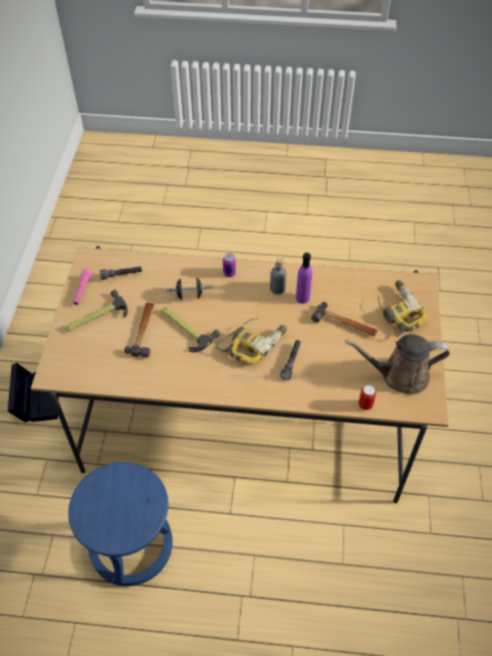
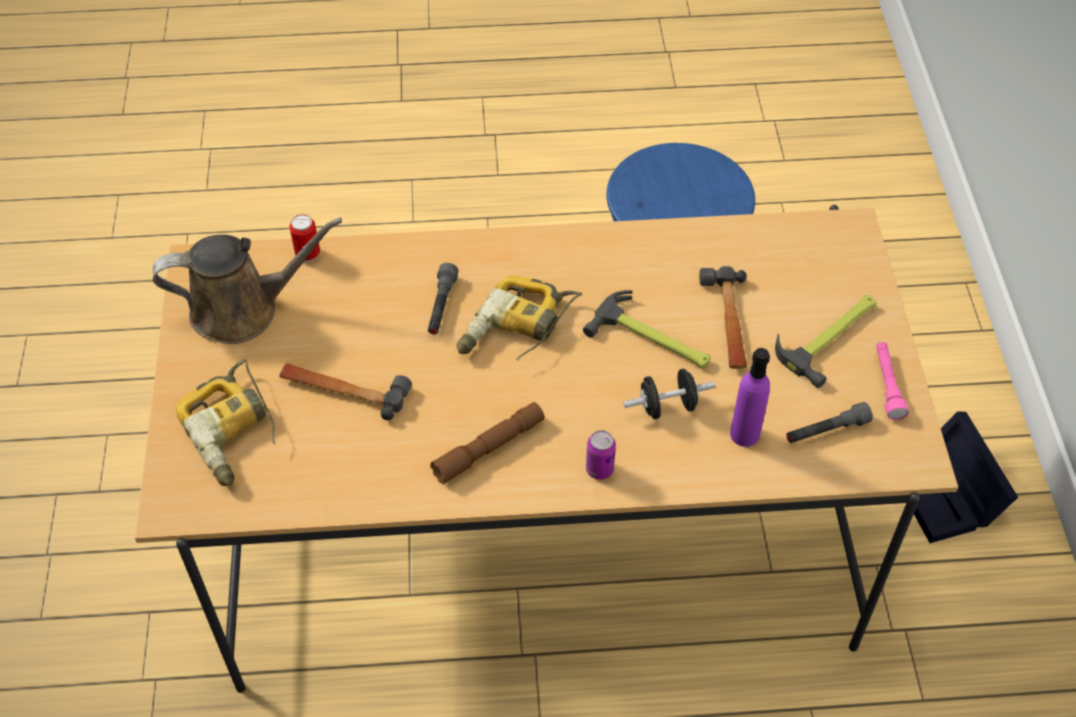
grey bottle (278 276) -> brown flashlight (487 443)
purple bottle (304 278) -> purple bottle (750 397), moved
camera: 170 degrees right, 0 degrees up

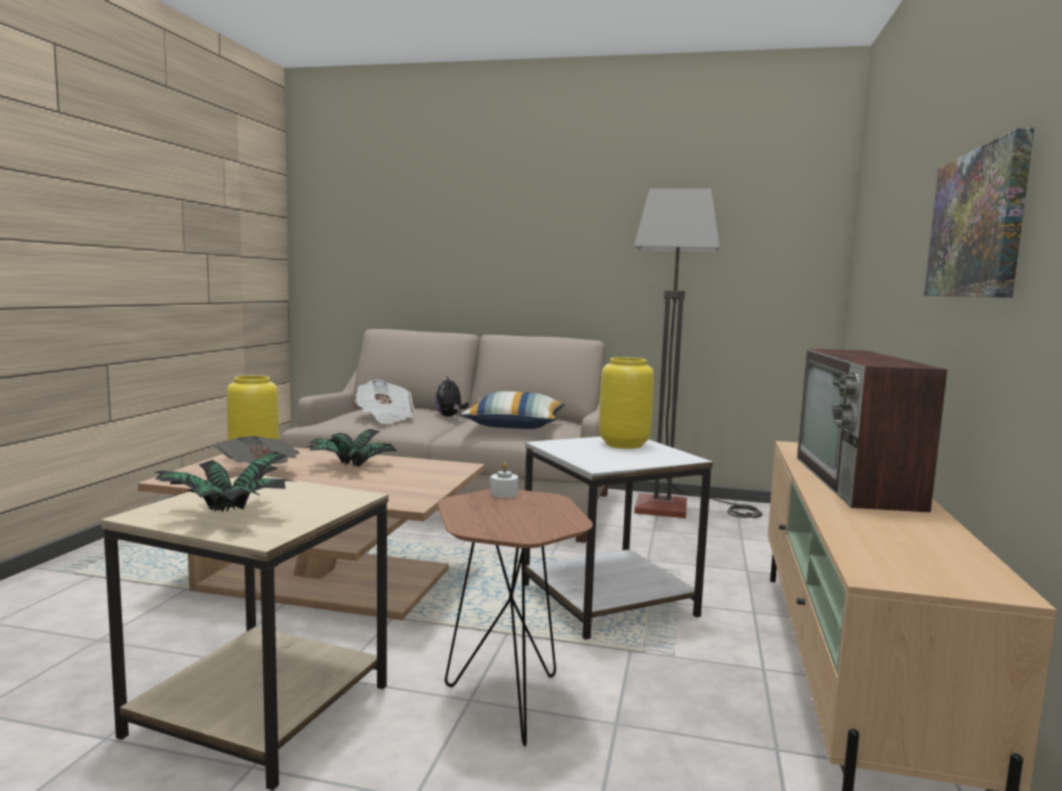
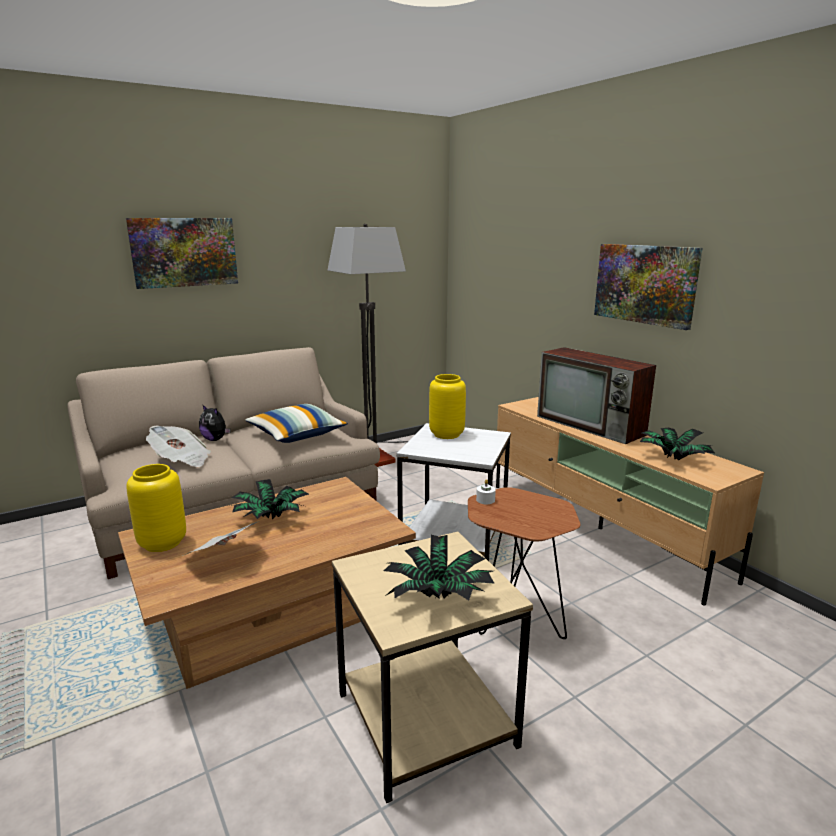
none -> picture (182 253)
none -> potted plant (677 444)
camera: 45 degrees left, 10 degrees up

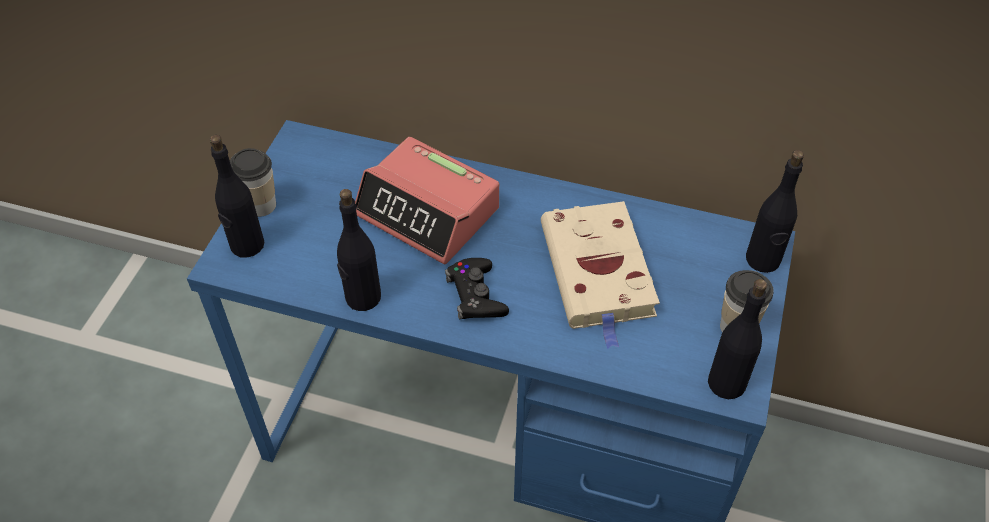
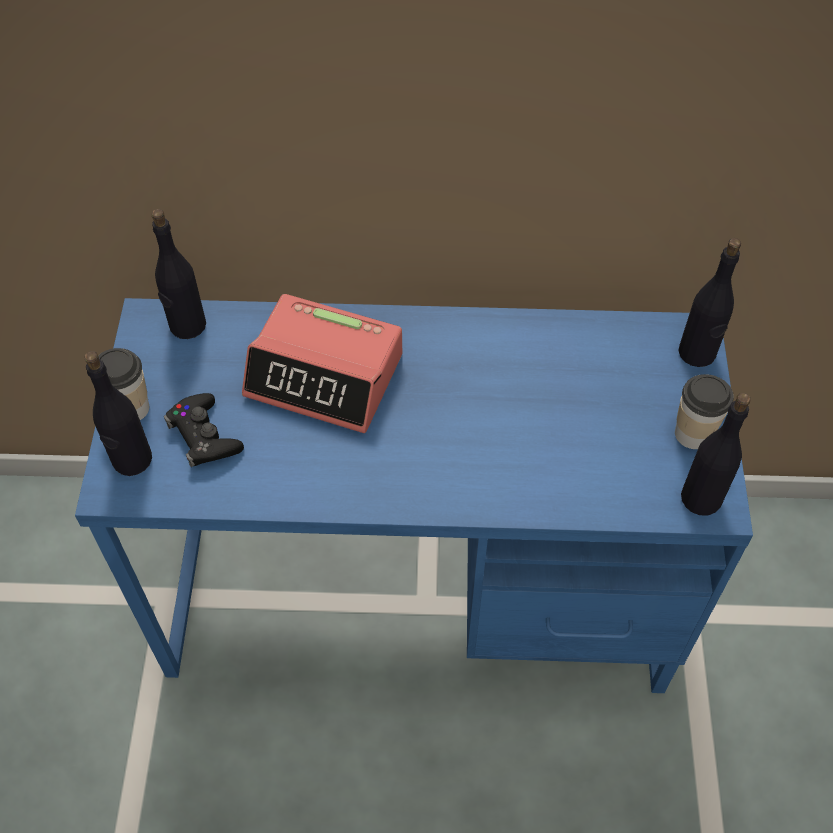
black bottle (359 250) -> black bottle (179 274), moved
black game controller (477 289) -> black game controller (204 430), moved
beige book (600 275) -> none
camera: 15 degrees left, 5 degrees up

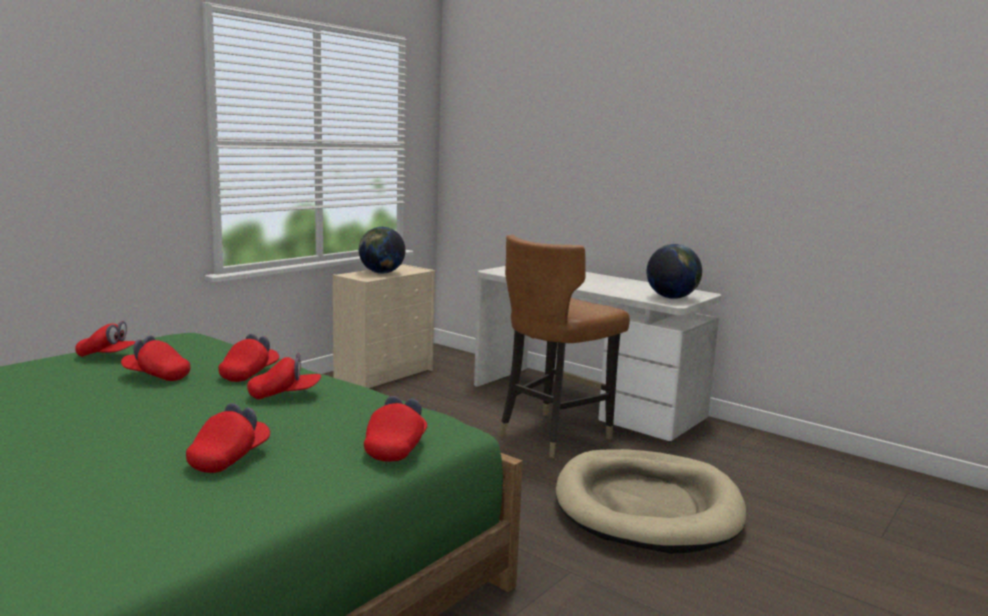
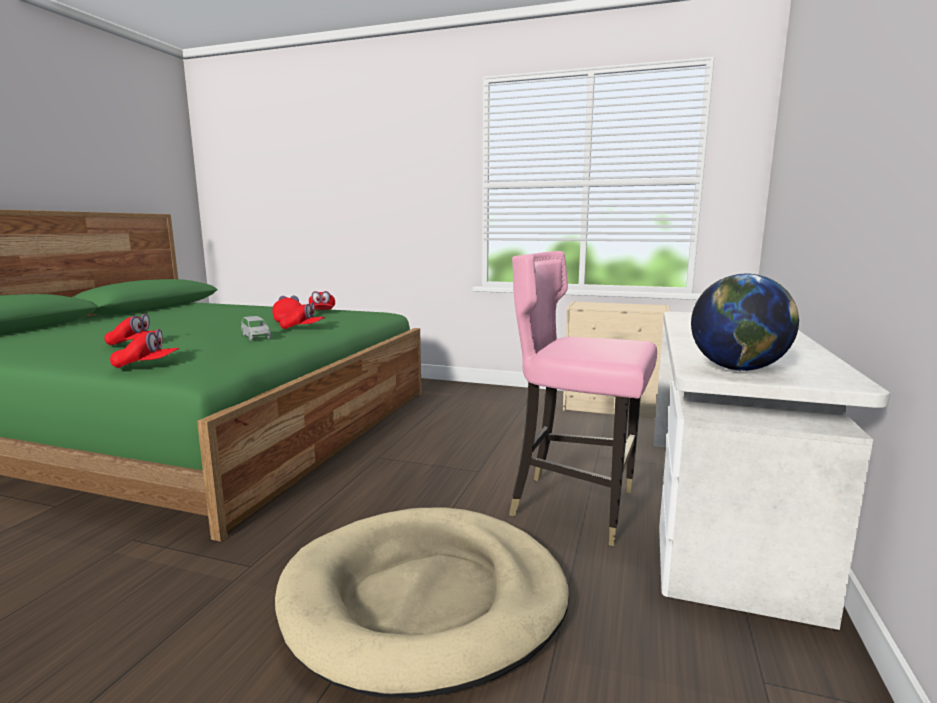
red cap (284 376) -> grey toy car (256 328)
globe (382 250) -> none
brown chair (564 346) -> pink chair (583 398)
camera: 70 degrees right, 0 degrees up

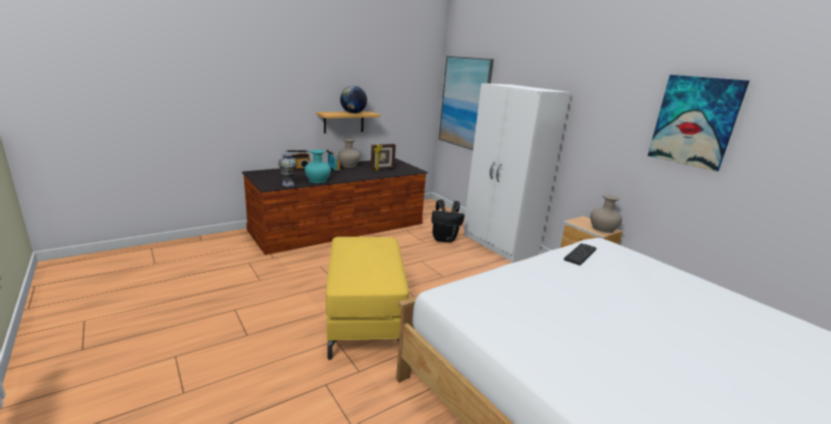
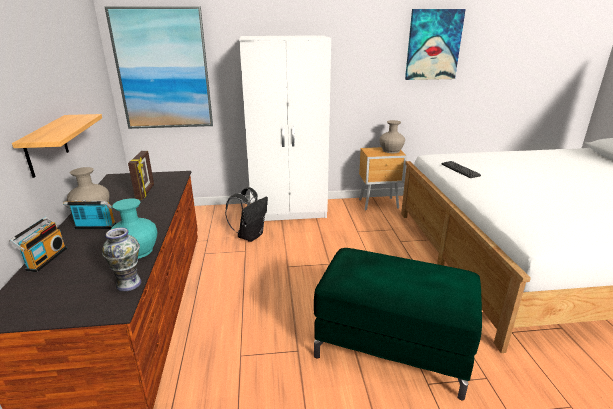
yellow ottoman (367 298) -> green ottoman (398 324)
globe (353 99) -> none
camera: 60 degrees left, 5 degrees up

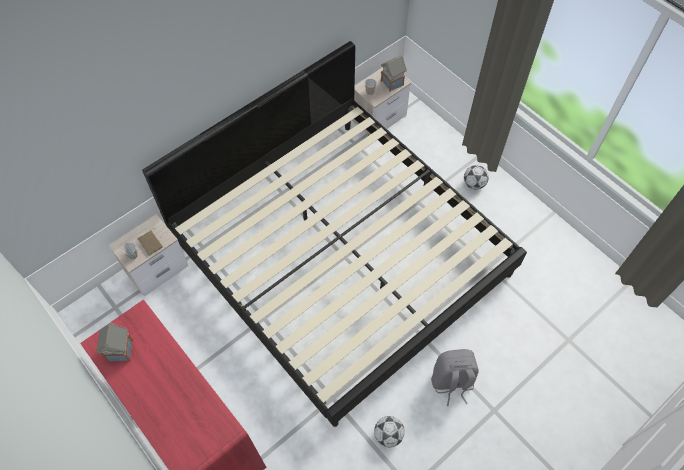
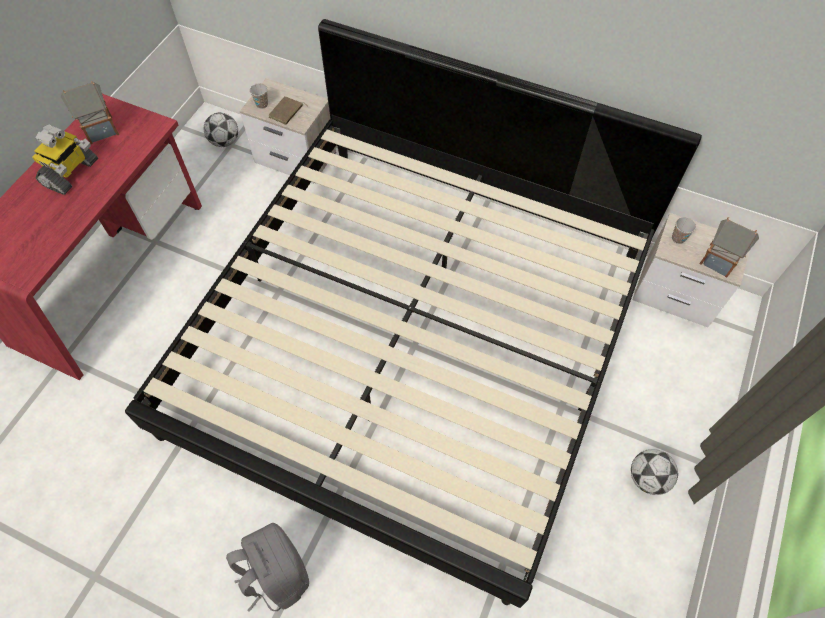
football (389 431) -> football (221 130), moved
none -> toy robot (65 160)
camera: 65 degrees right, 0 degrees up

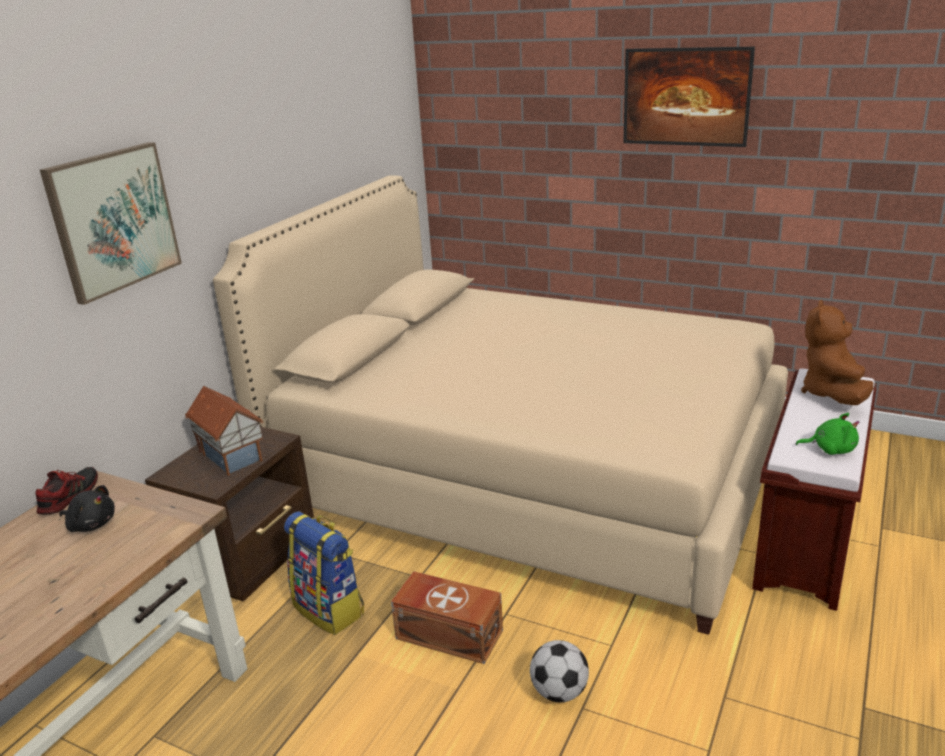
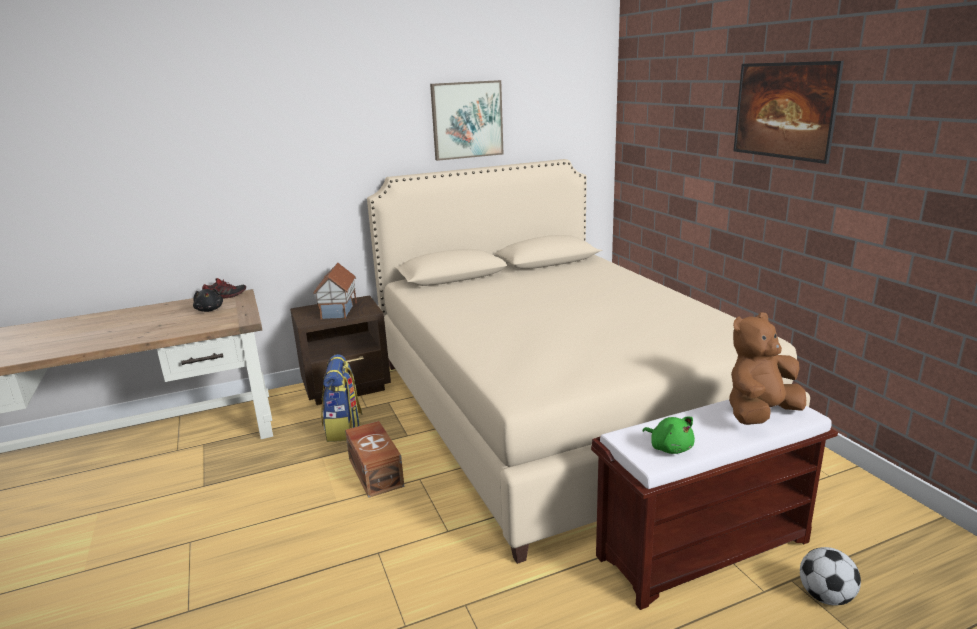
picture (111 223) -> picture (467 120), moved
football (559 671) -> football (830 576), moved
camera: 40 degrees right, 5 degrees down

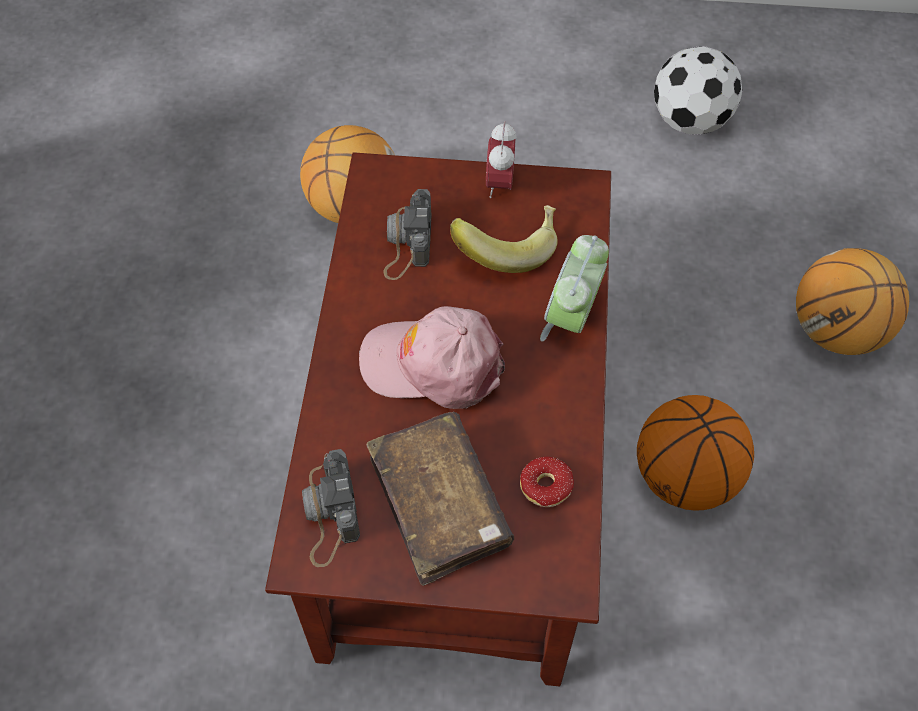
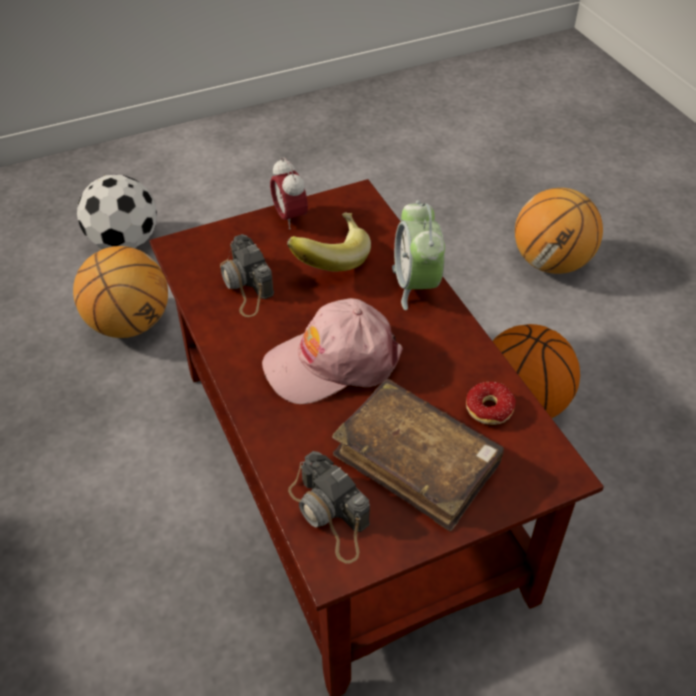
football (698 90) -> football (117 212), moved
camera: 30 degrees left, 10 degrees down

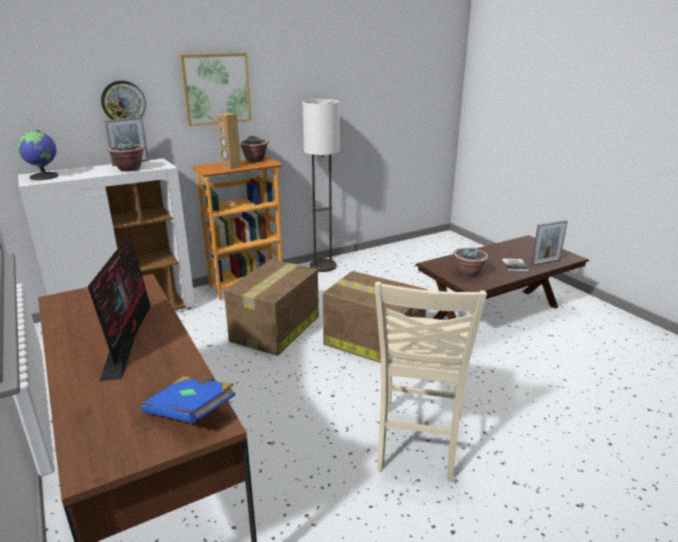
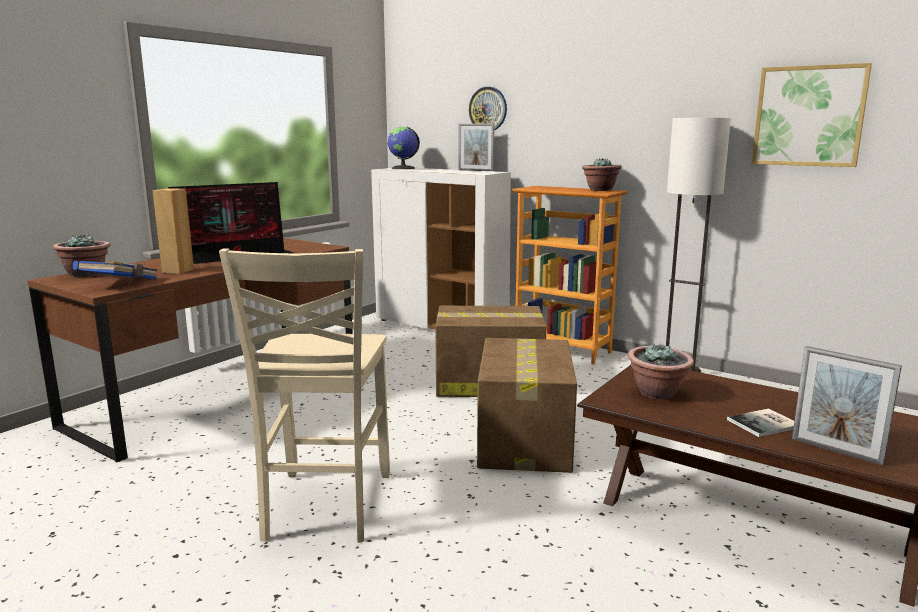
potted plant (126 156) -> potted plant (81 255), moved
picture (215 89) -> picture (812 115), moved
brown speaker (229 141) -> brown speaker (173 231), moved
beige chair (431 381) -> beige chair (304 395), 75 degrees counterclockwise
camera: 65 degrees right, 10 degrees down

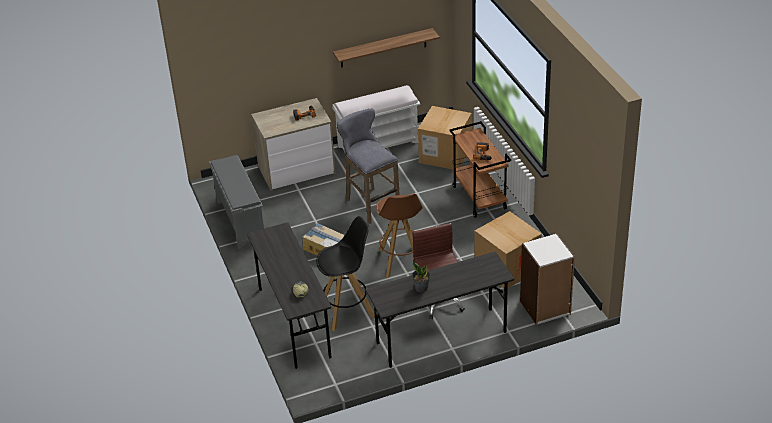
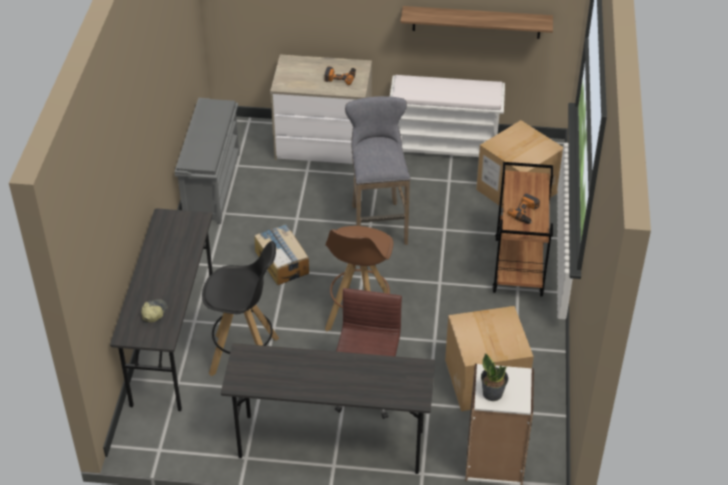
potted plant (421 276) -> potted plant (494 377), moved
camera: 25 degrees right, 5 degrees up

